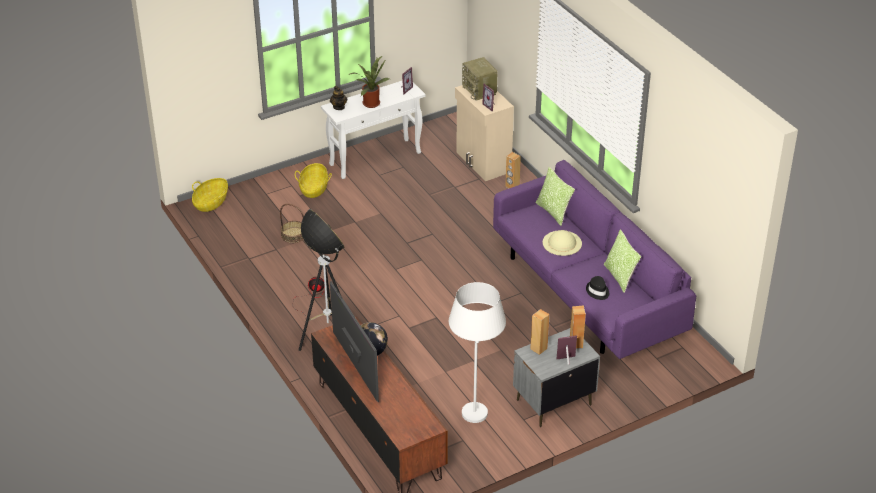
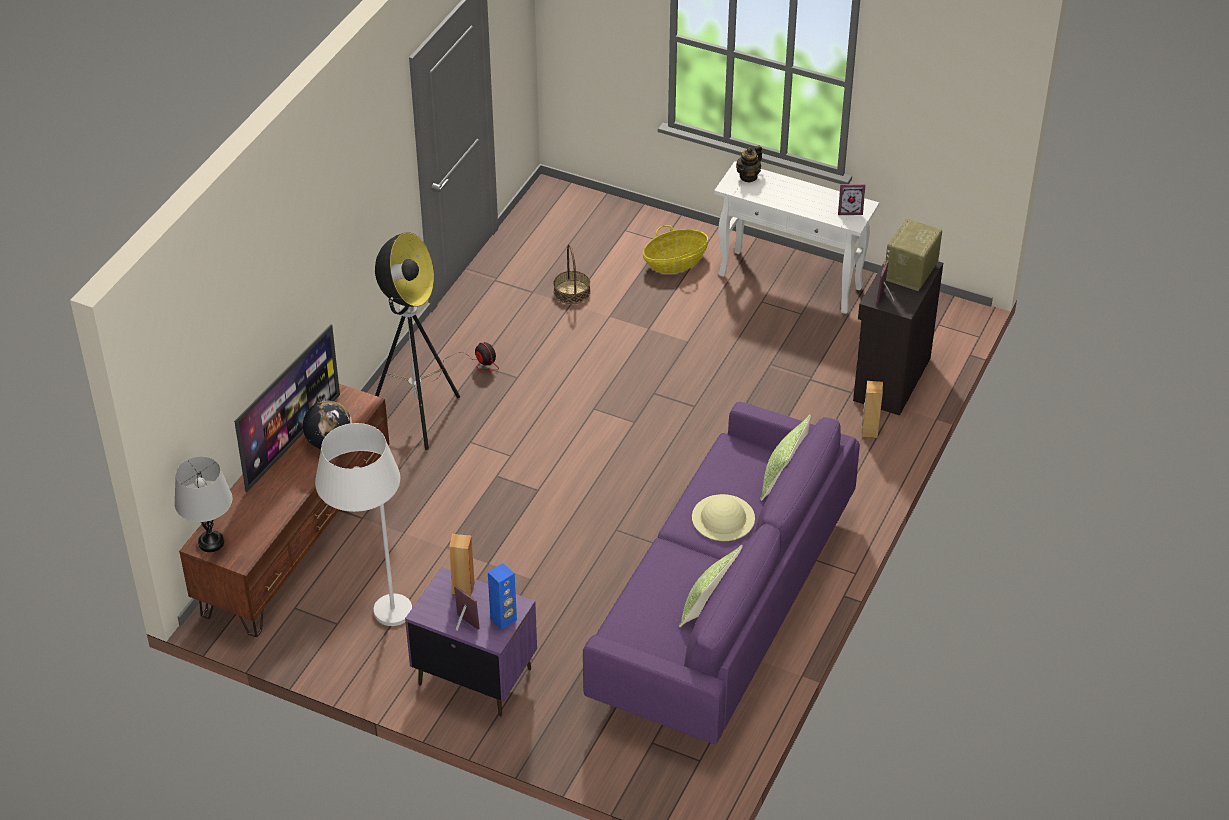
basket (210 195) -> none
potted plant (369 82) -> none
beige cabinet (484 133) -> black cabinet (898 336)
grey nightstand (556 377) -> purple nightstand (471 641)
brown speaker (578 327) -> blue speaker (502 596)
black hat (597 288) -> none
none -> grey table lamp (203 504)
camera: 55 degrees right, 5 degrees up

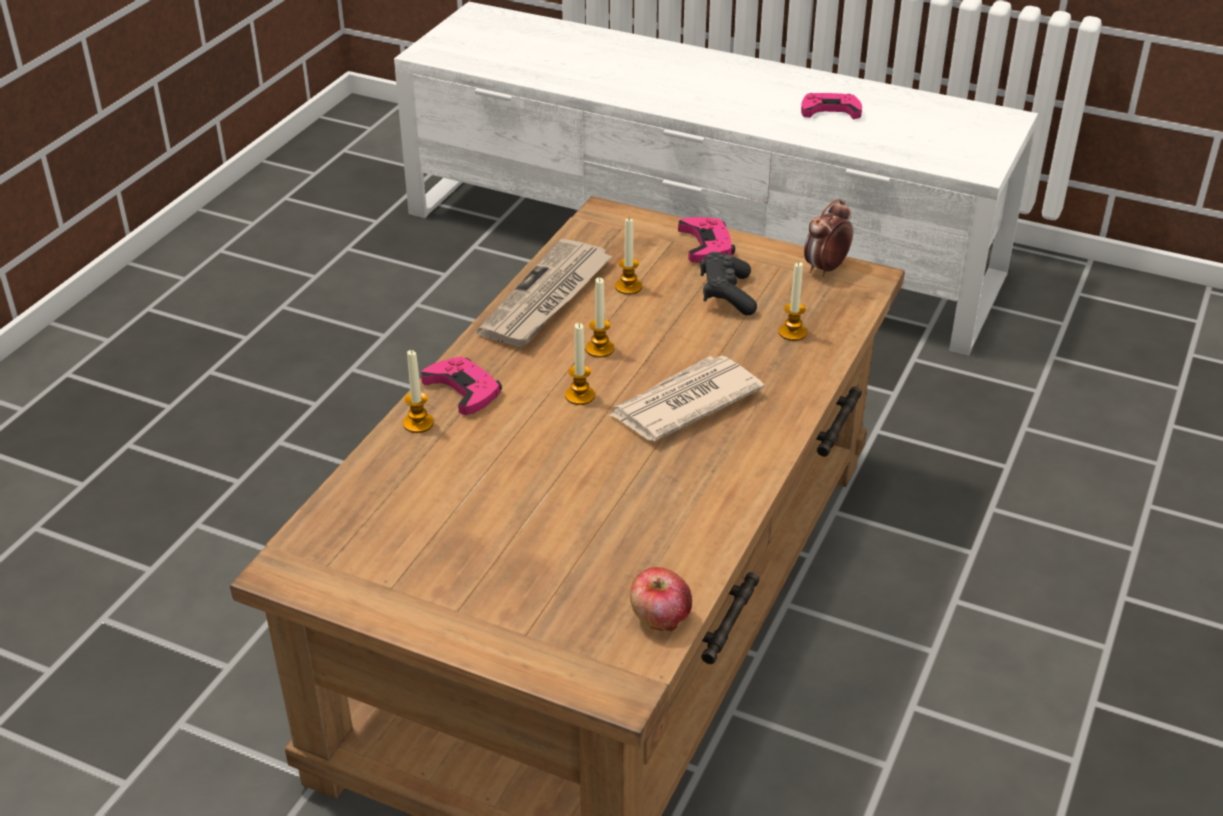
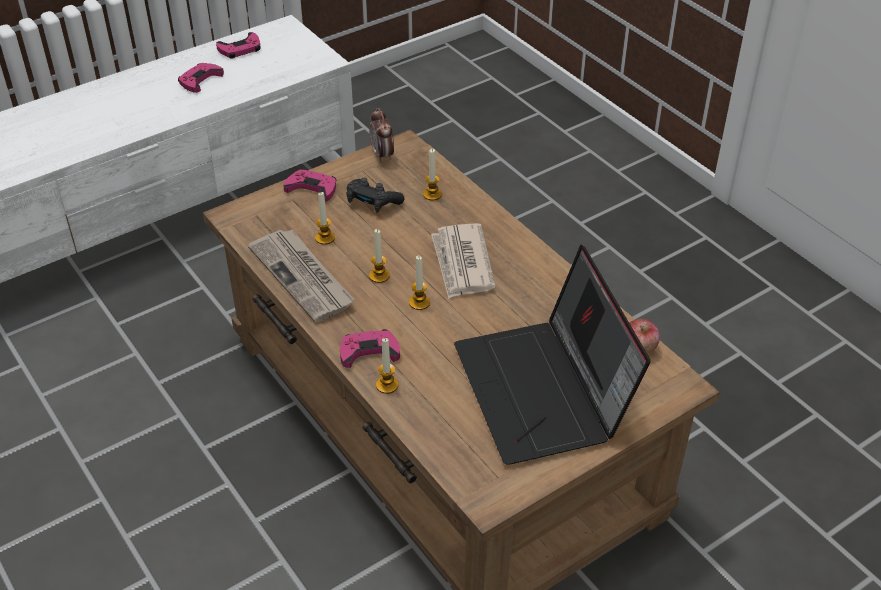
none -> pink game controller (238 45)
none -> laptop (552 355)
camera: 60 degrees left, 5 degrees up

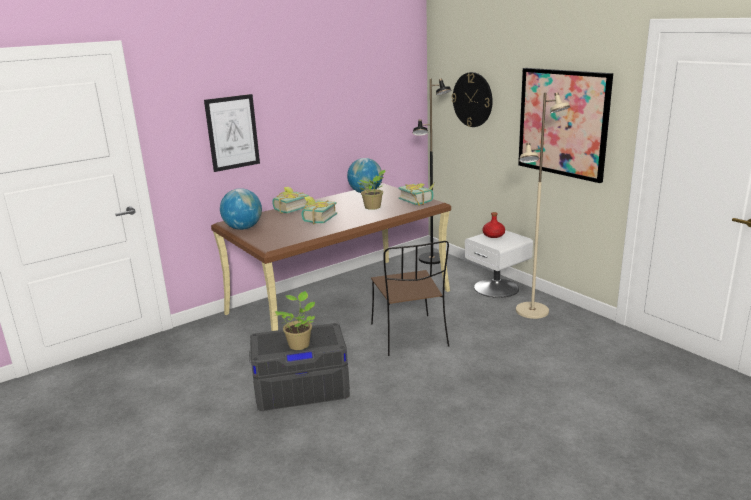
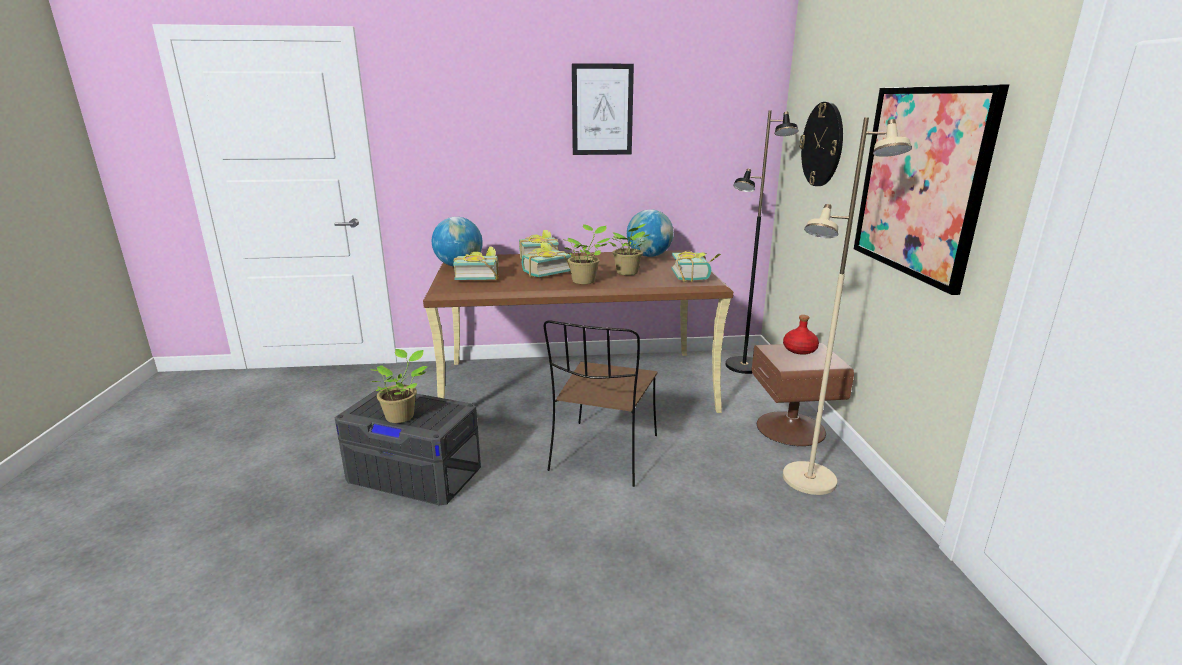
picture (232 133) -> picture (603 109), moved
white nightstand (499 264) -> brown nightstand (803 394)
none -> book (476 263)
none -> potted plant (586 254)
camera: 30 degrees right, 0 degrees up

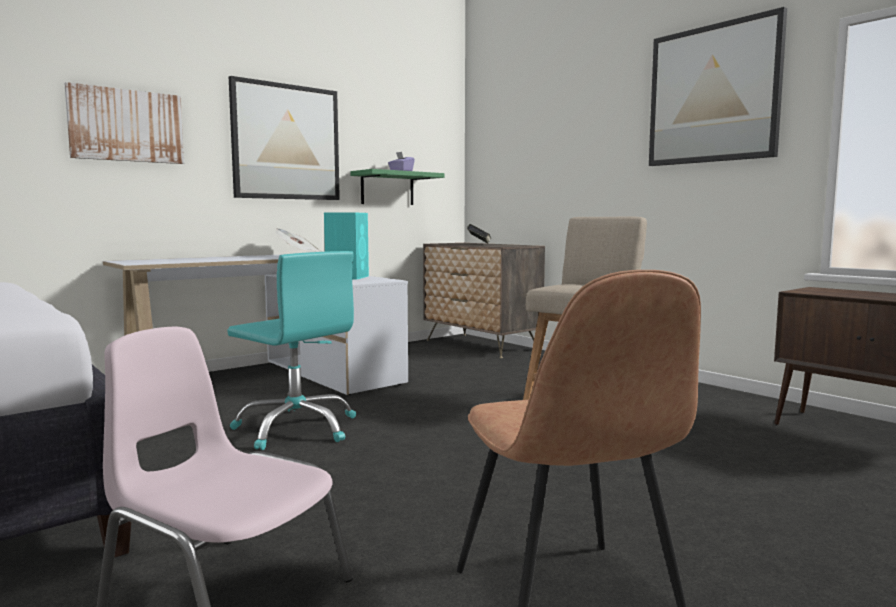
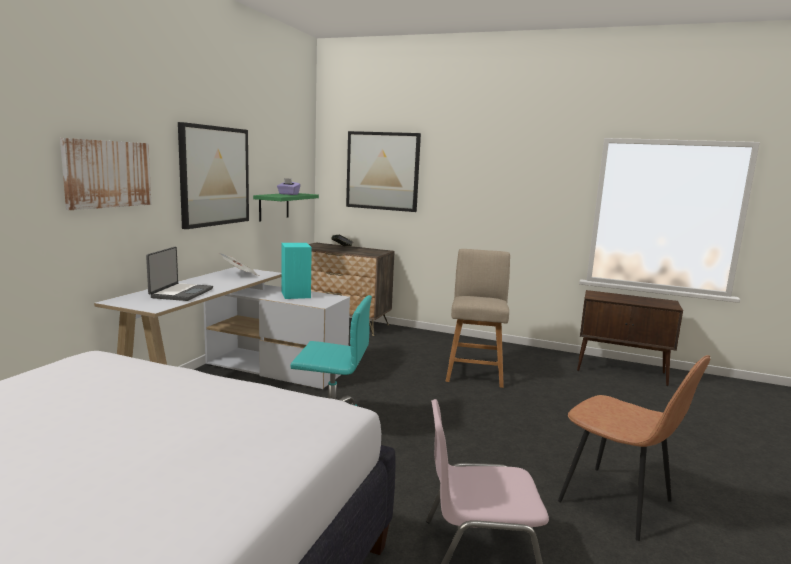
picture (718 86) -> picture (383 171), moved
none -> laptop (179 274)
camera: 30 degrees left, 5 degrees up

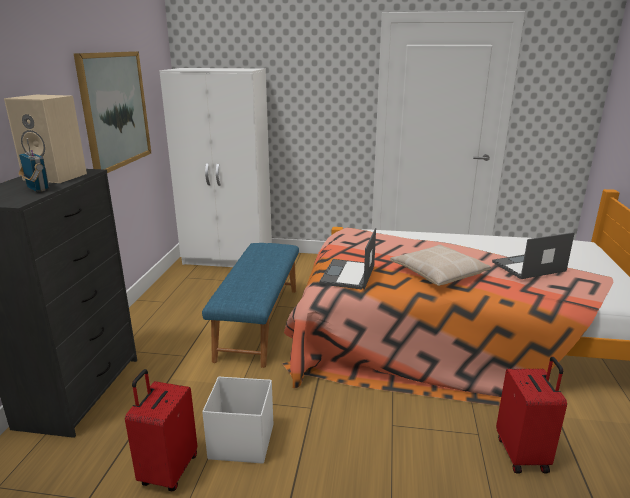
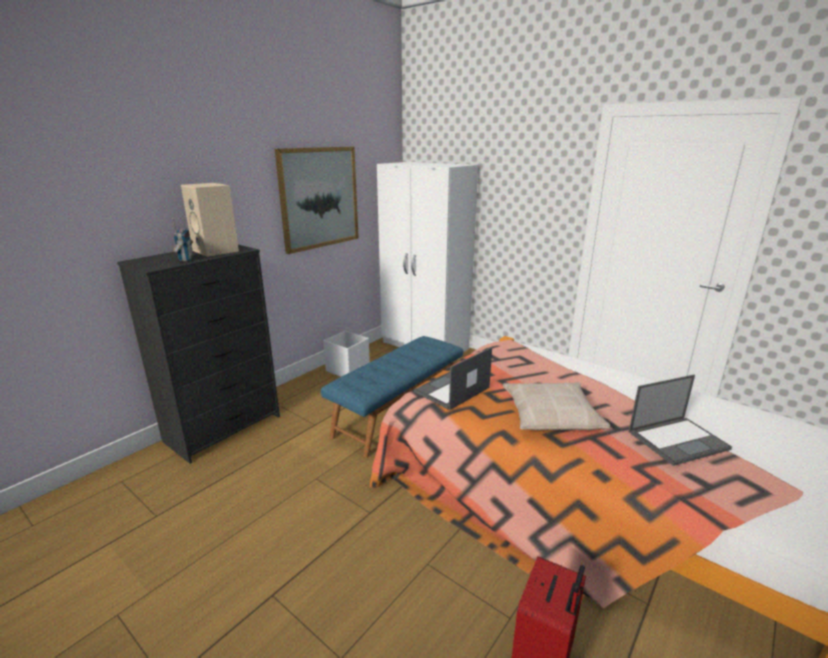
red suitcase (161 430) -> none
white storage box (237 420) -> white storage box (346 354), moved
laptop (533 255) -> laptop (680 420), 150 degrees clockwise
camera: 30 degrees right, 0 degrees up

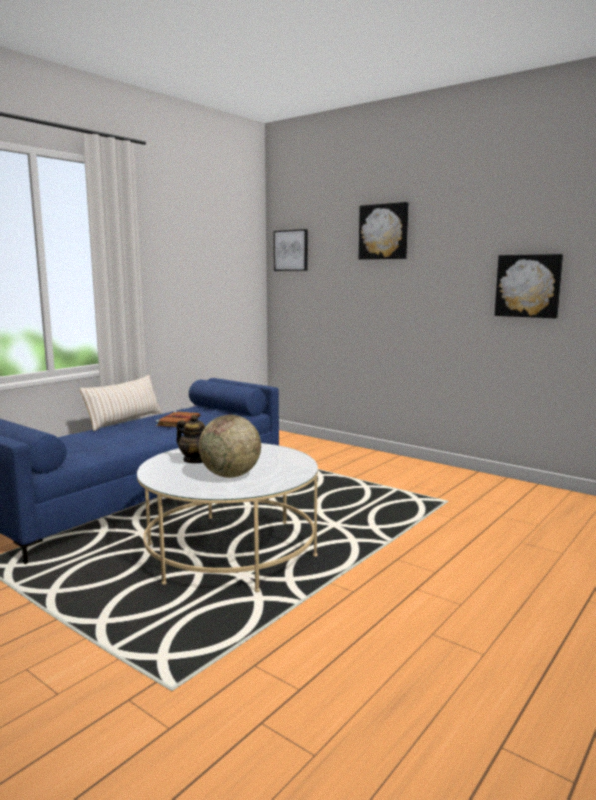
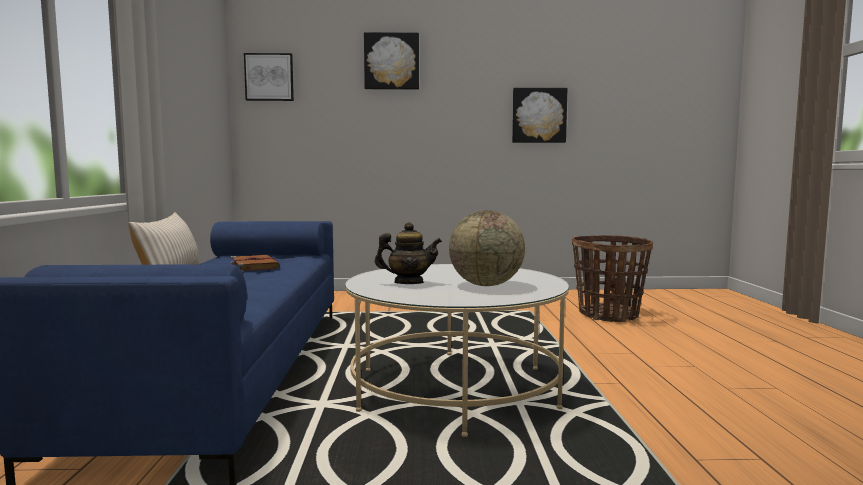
none -> basket (612 278)
camera: 40 degrees left, 5 degrees down

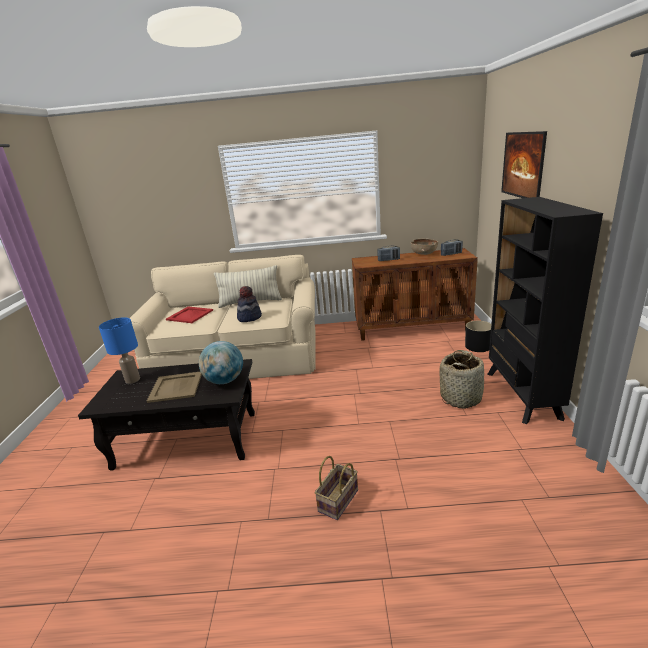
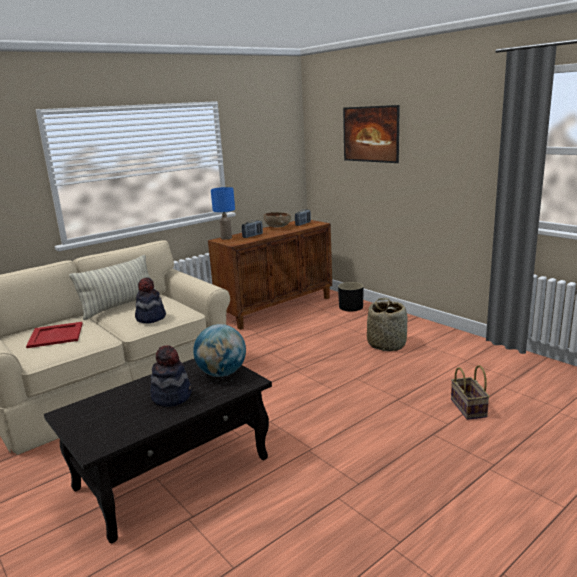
blue table lamp (119 350) -> blue table lamp (223 213), moved
beige tray (174 387) -> hat (170 376)
basket (336 488) -> basket (470 392), moved
black bookcase (545 310) -> none
camera: 40 degrees left, 5 degrees down

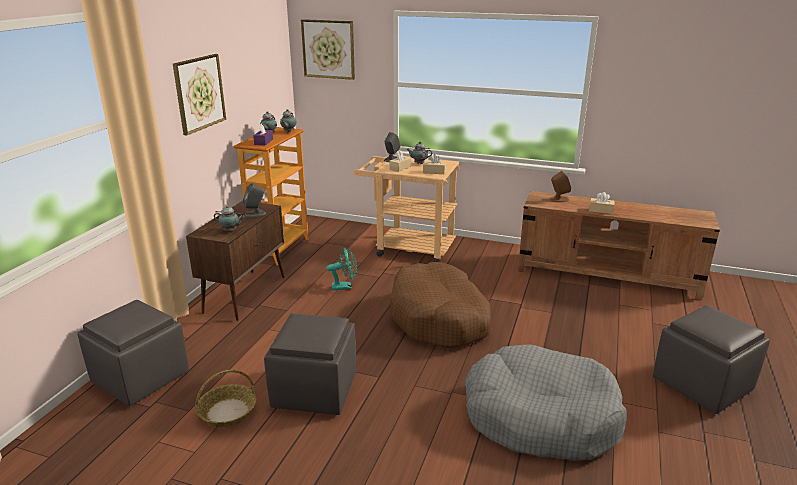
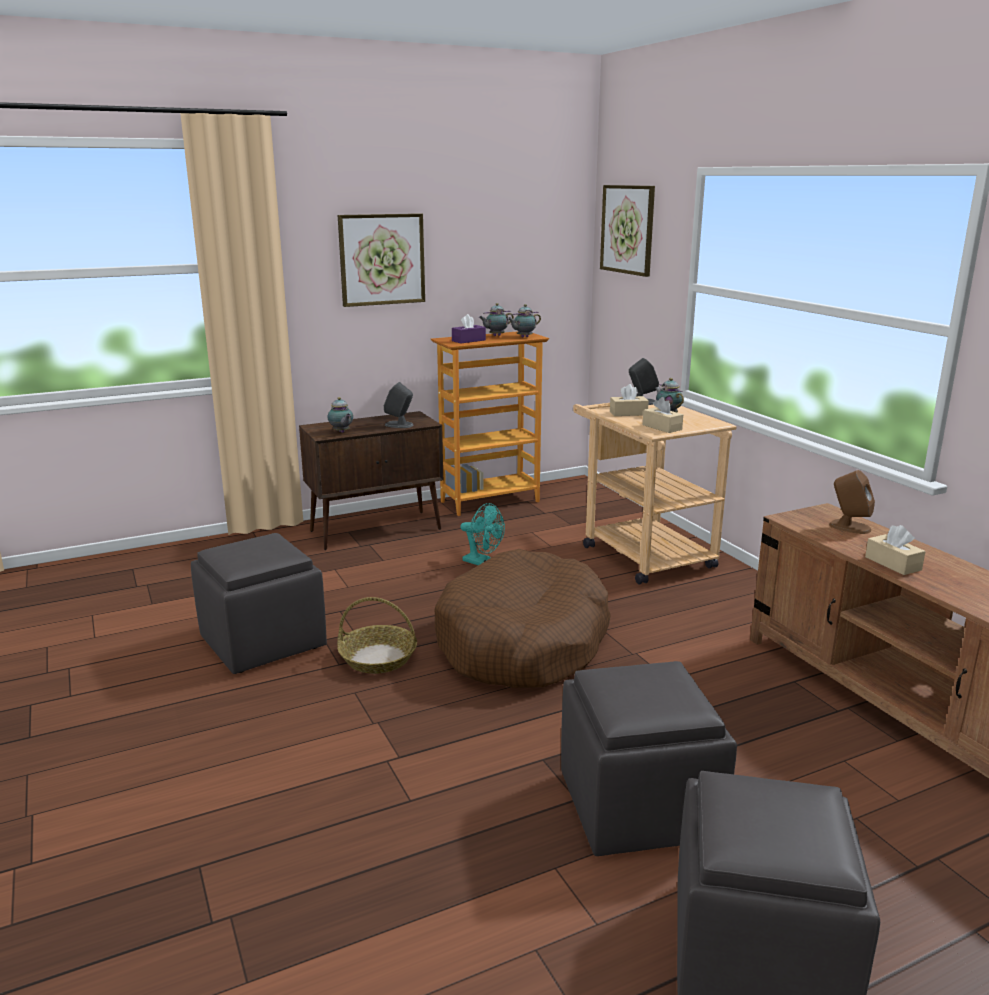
grey ottoman (133 353) -> grey ottoman (649 758), moved
basket (226 398) -> basket (377 635), moved
grey dog bed (546 402) -> none
camera: 45 degrees right, 5 degrees down

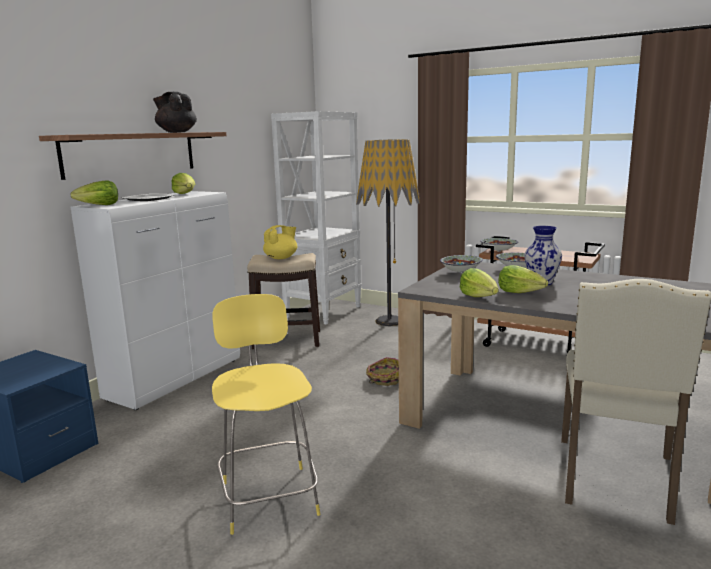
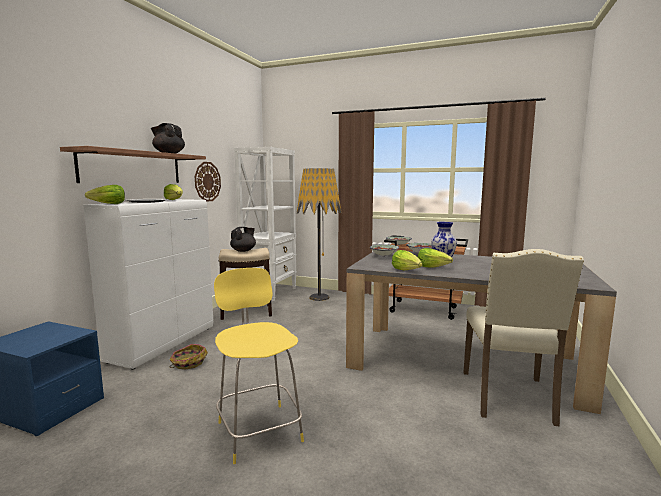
yellow teapot (280 242) -> black teapot (243 239)
basket (382 371) -> basket (188 356), moved
none -> wall clock (208 182)
camera: 10 degrees left, 5 degrees down

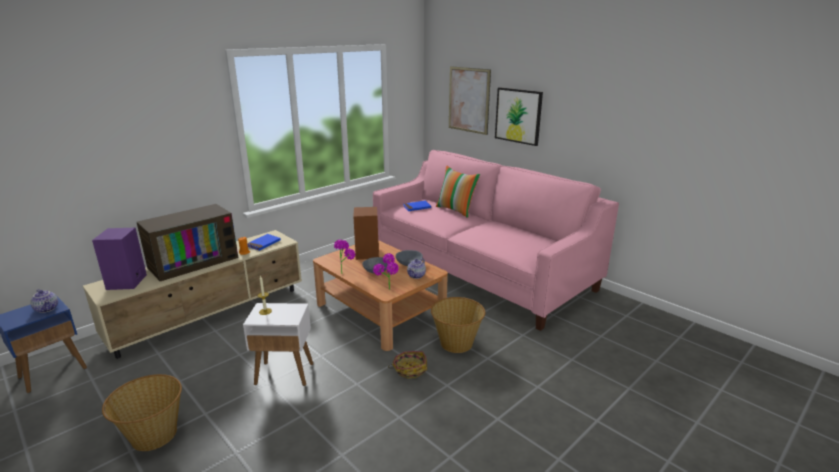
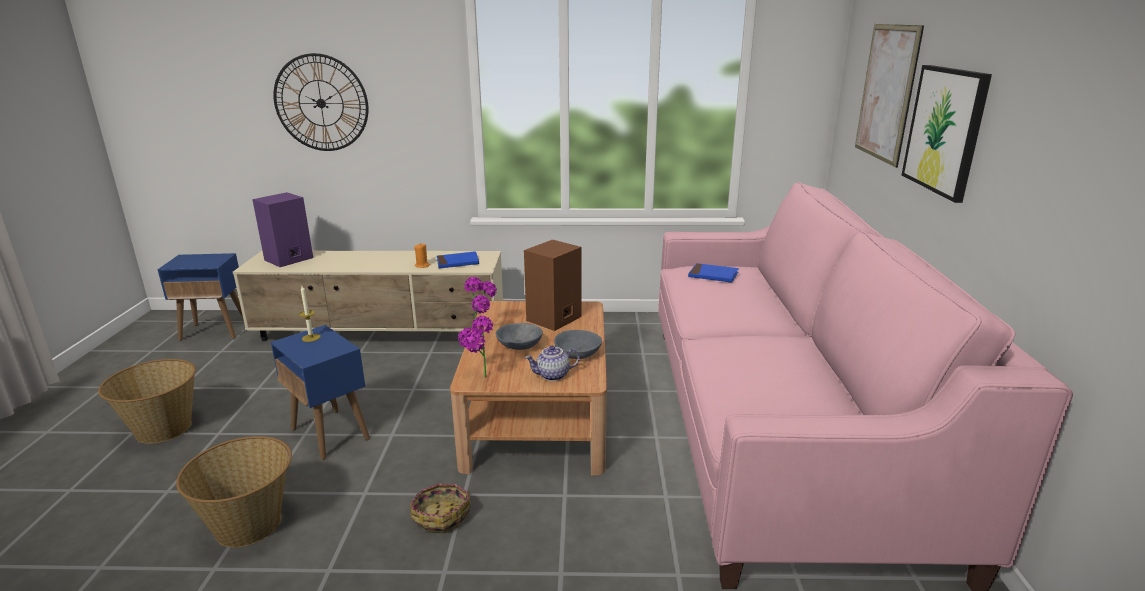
teapot (44 301) -> none
television (187 242) -> none
white side table (278 344) -> blue side table (320 392)
basket (458 325) -> basket (234 492), moved
pillow (458 192) -> none
none -> wall clock (321 102)
camera: 45 degrees right, 0 degrees up

